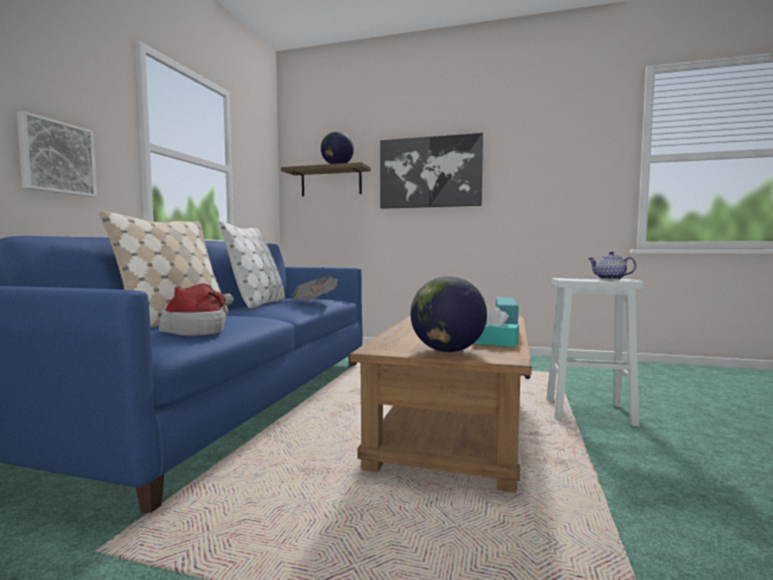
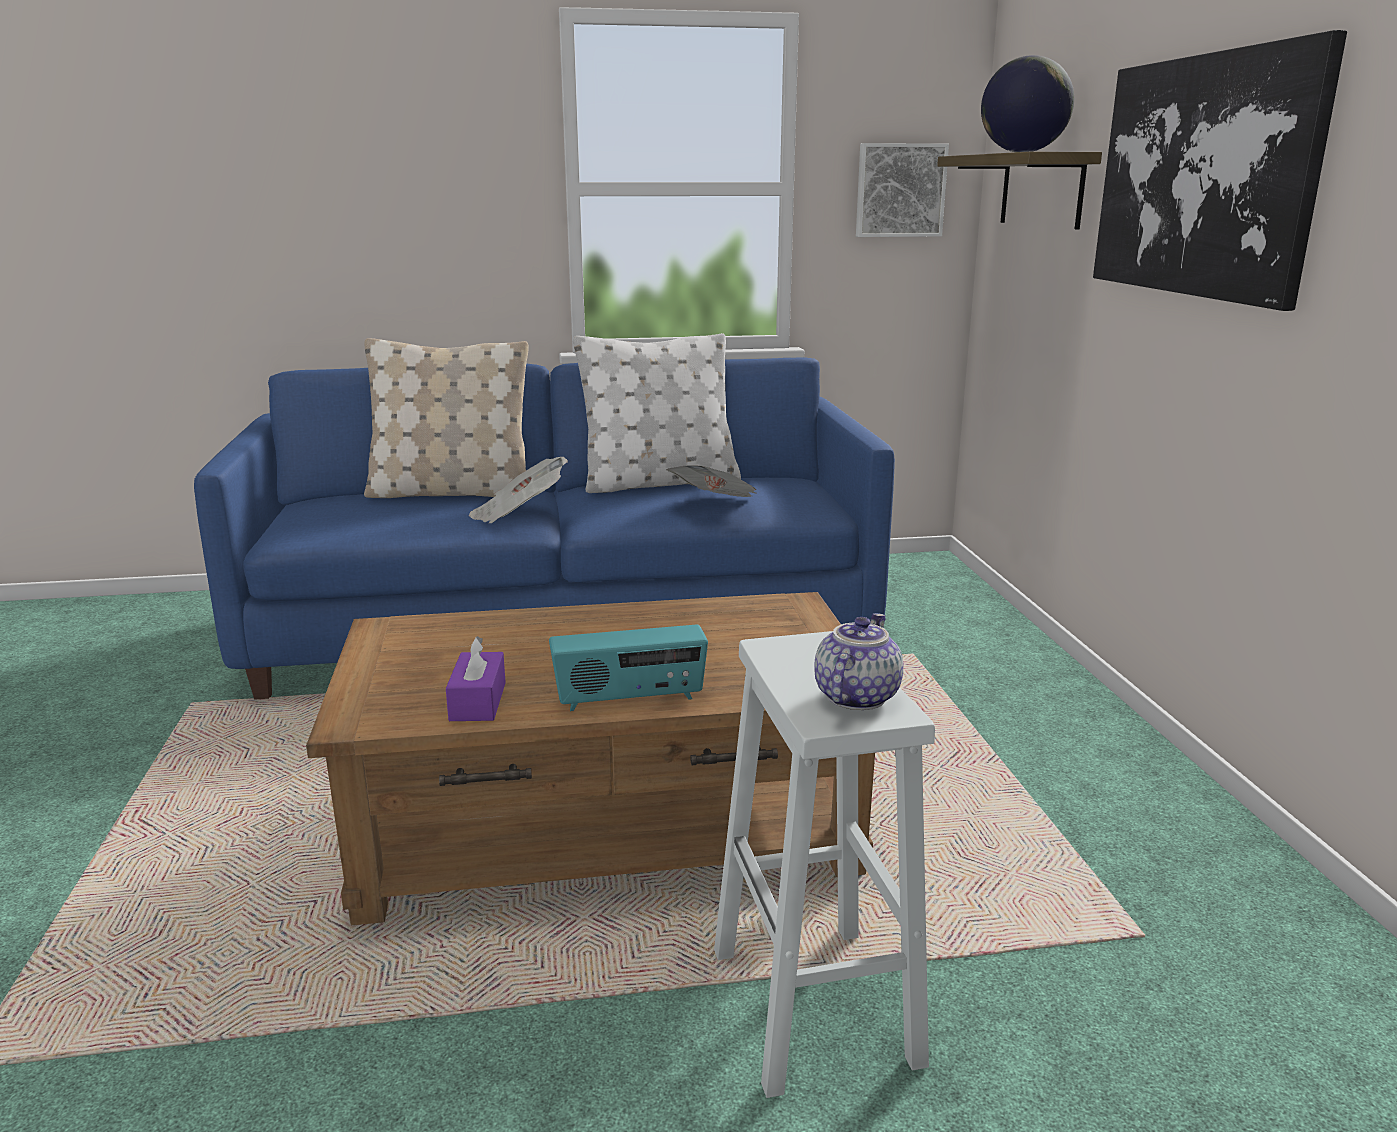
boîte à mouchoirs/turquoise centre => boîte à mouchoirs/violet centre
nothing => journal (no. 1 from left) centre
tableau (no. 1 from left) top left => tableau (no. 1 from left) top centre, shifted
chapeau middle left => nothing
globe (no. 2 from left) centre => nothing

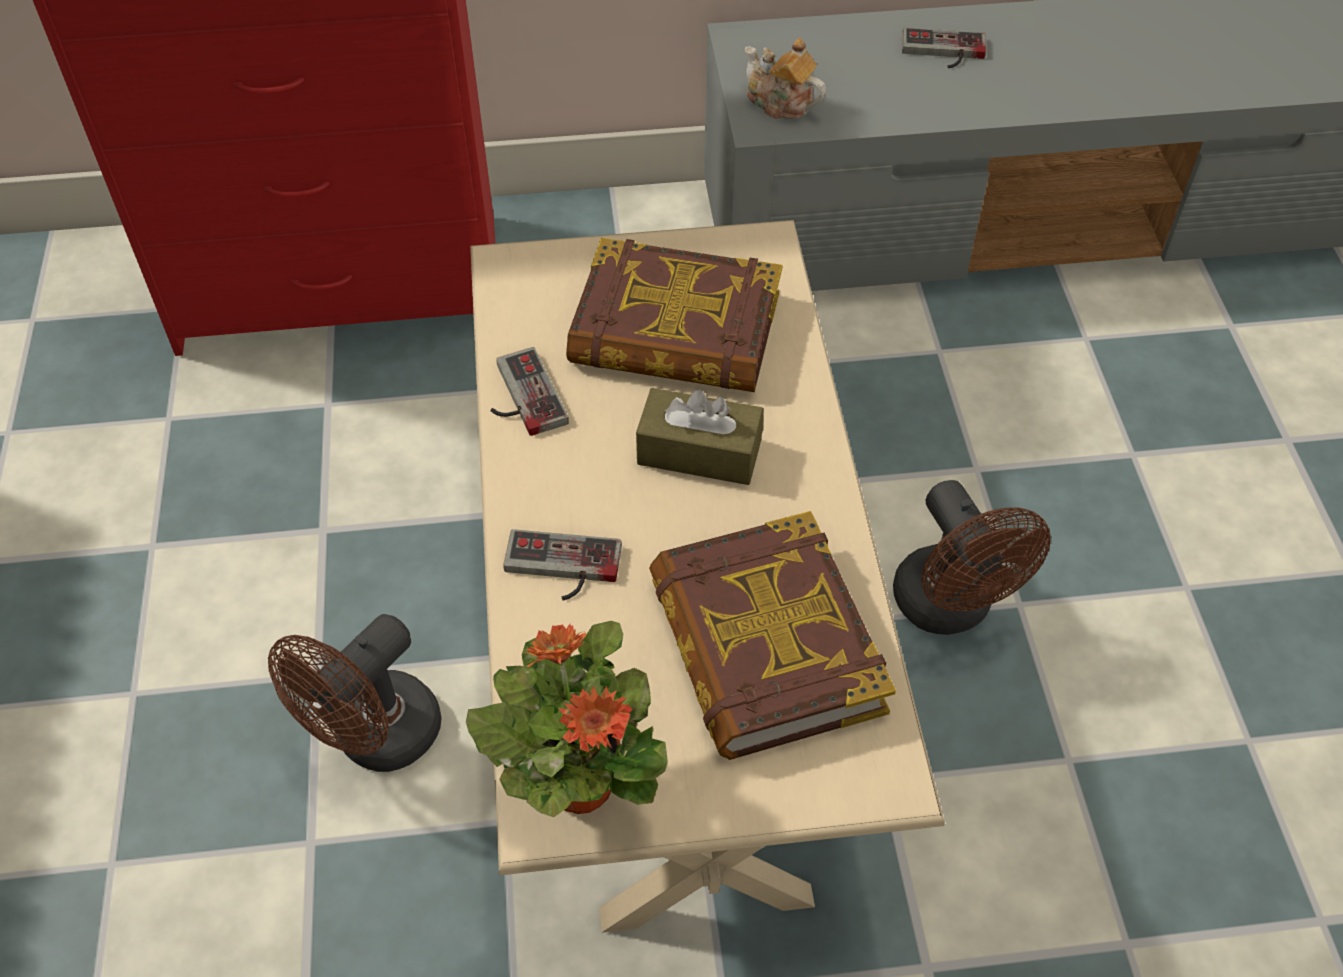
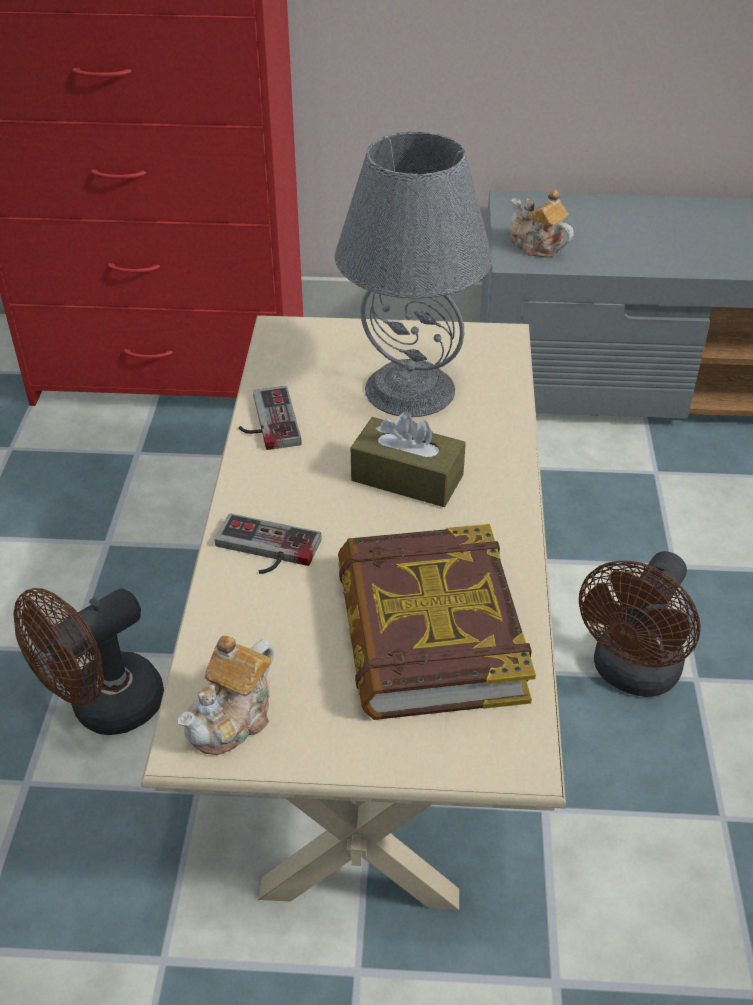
plante en pot bottom centre => théière (no. 1 from left) bottom left
livre (no. 1 from left) top centre => lampe de table/gris top centre
ventilateur/marron (no. 2 from left) middle right, 45 degrees clockwise
manette (no. 3 from left) top right => nothing

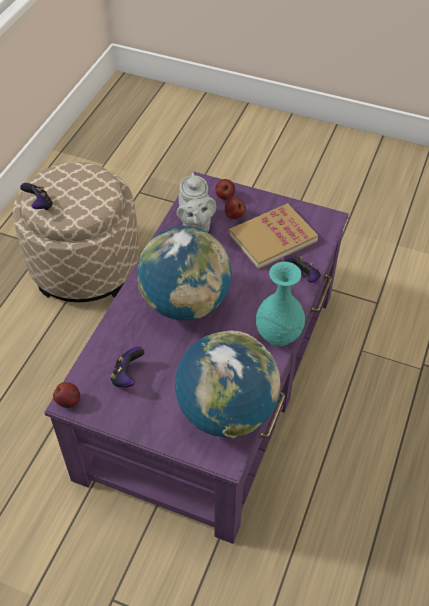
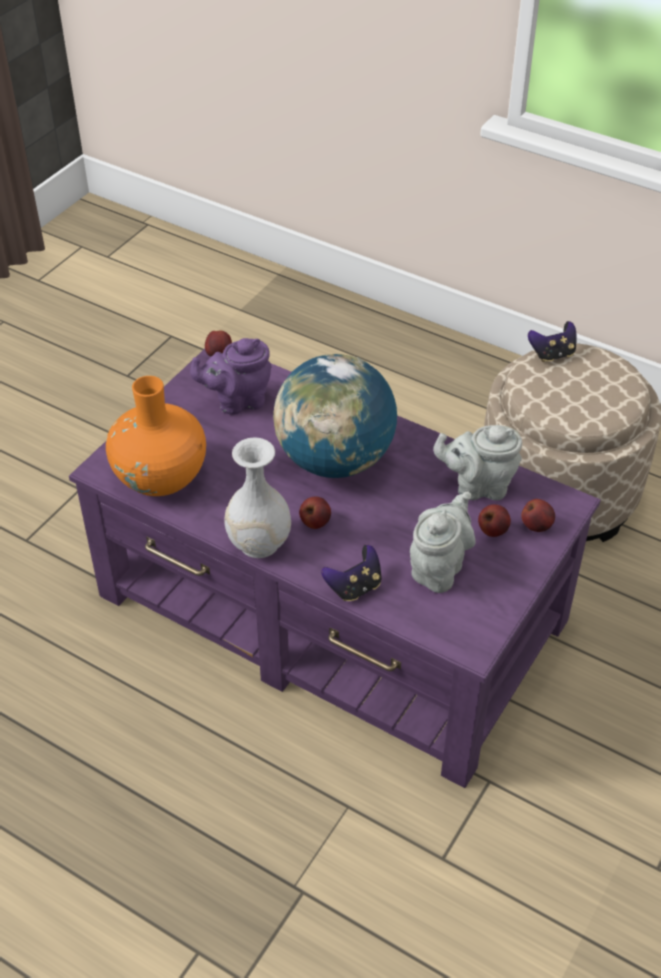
globe (no. 2 from left) centre => vase/orange middle left
manette (no. 2 from left) middle left => théière/violet centre
vase/turquoise centre => vase/blanc centre
nothing => pomme (no. 2 from left) centre
livre centre => théière/gris (no. 1 from left) middle right

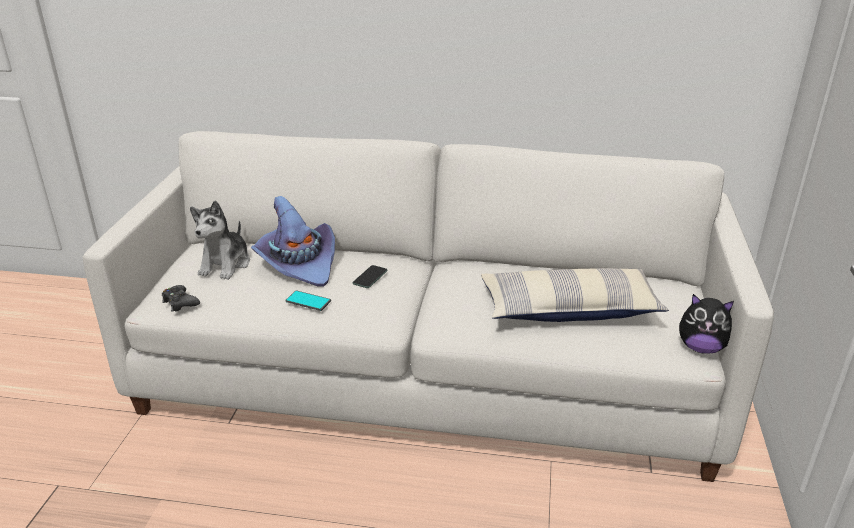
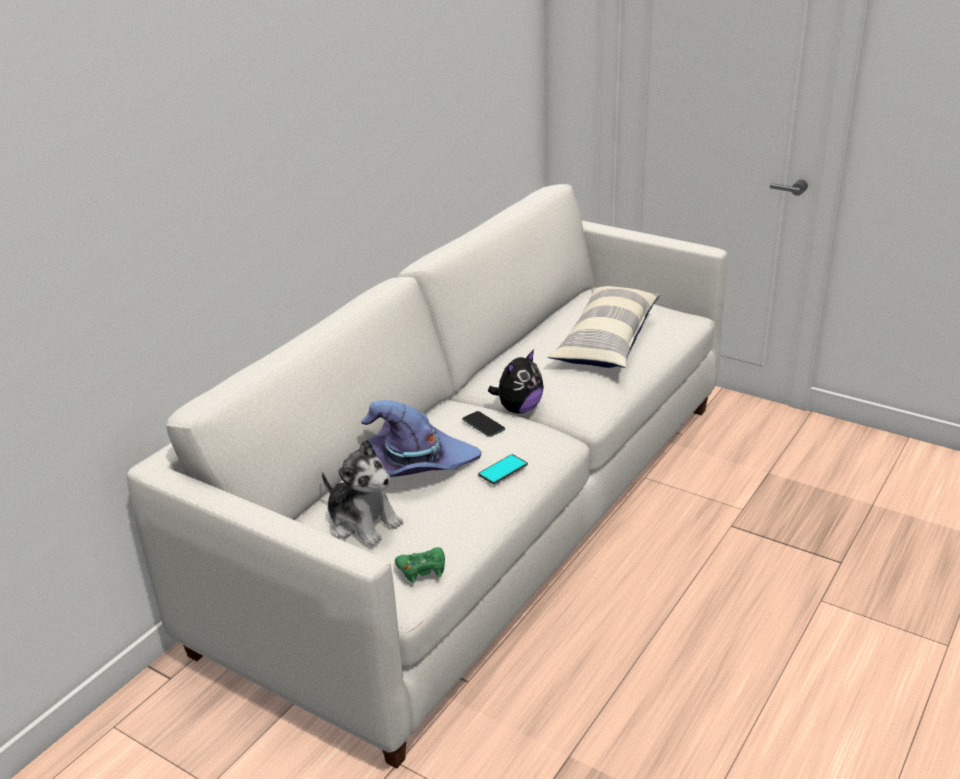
manette/noir middle left => manette/vert bottom centre
peluche (no. 2 from left) middle right => peluche (no. 2 from left) centre, shifted

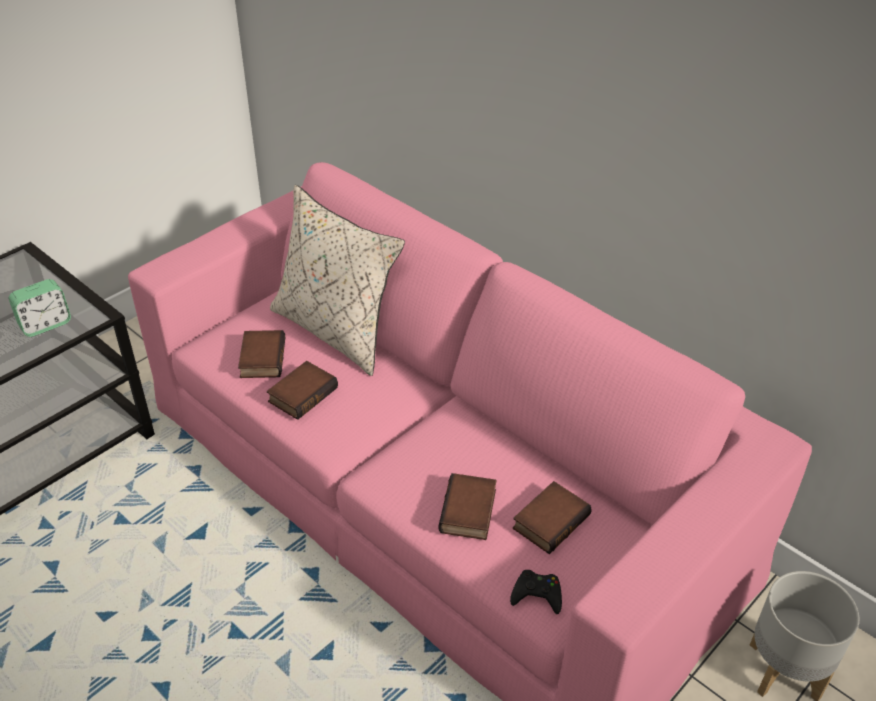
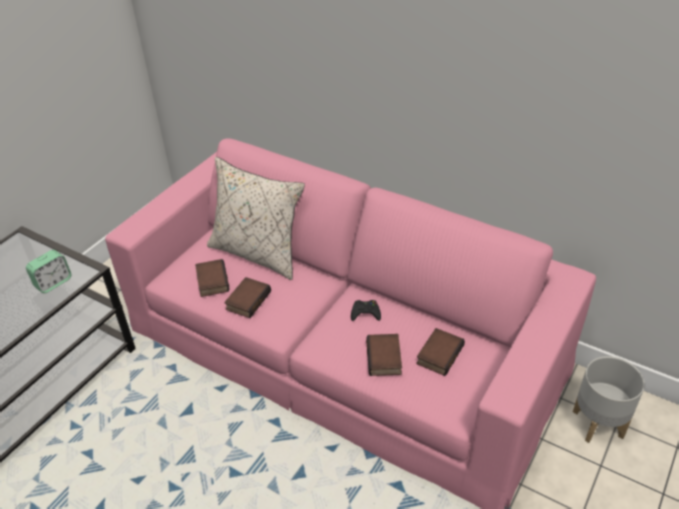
manette/noir bottom centre => manette/noir centre, shifted

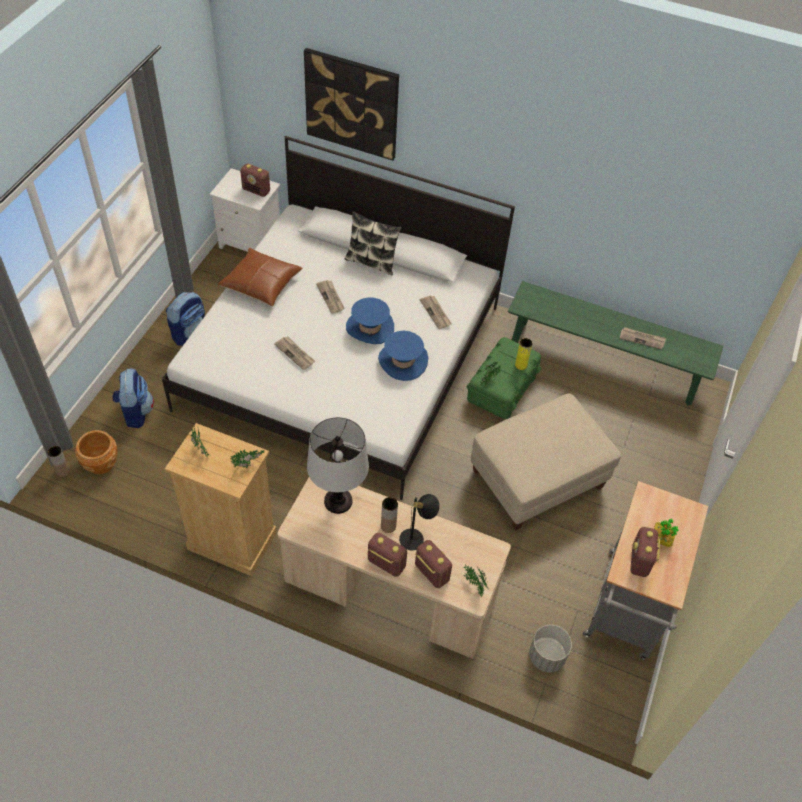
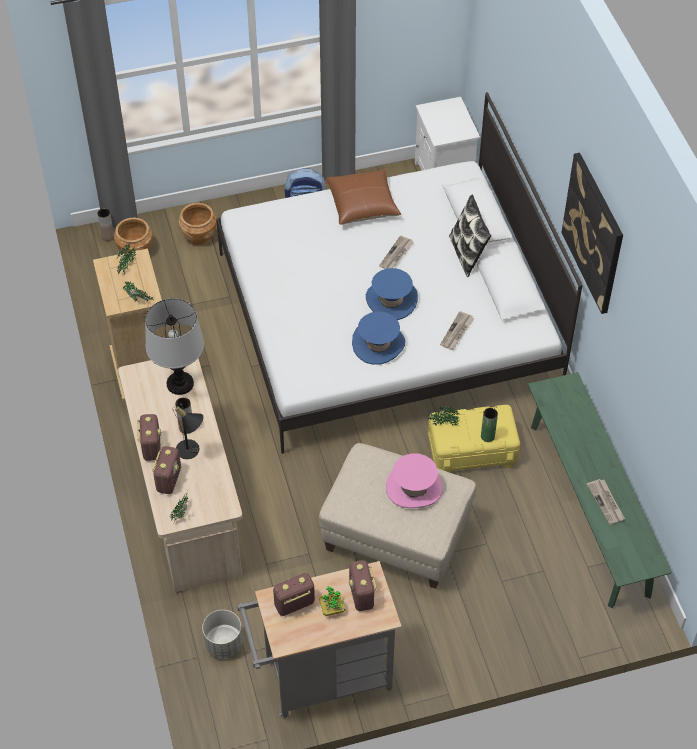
sac à dos (no. 1 from left) middle left => cache-pot/marron (no. 2 from left) top left
radio (no. 1 from left in the first image) top left => radio (no. 4 from left) bottom centre, shifted
nothing => chapeau/rose centre
boîte de rangement/vert centre => boîte de rangement/jaune middle right
vase/jaune centre => vase/vert middle right
tableau top centre => tableau top right, shifted
journal (no. 1 from left) centre => nothing

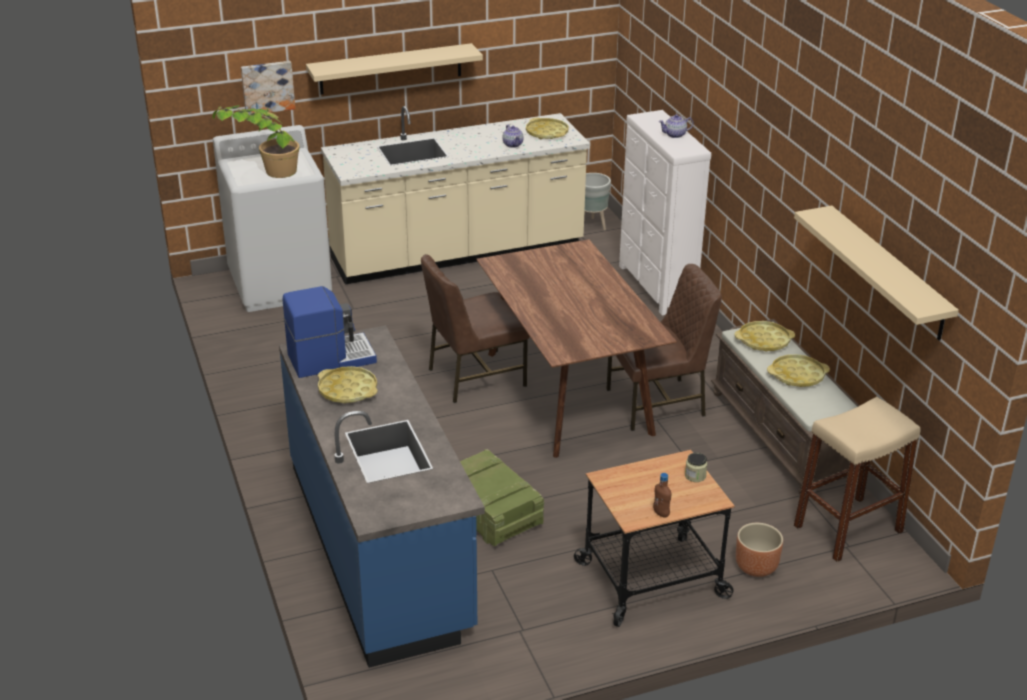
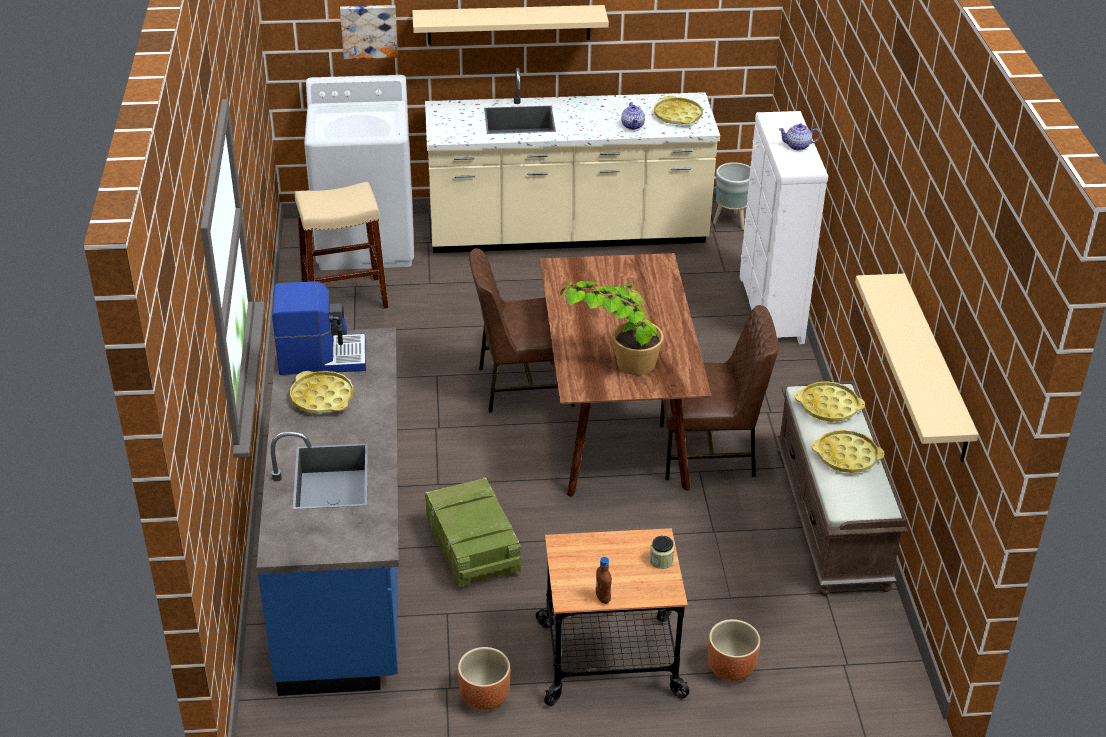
tabouret/beige bottom right => tabouret/beige top left, shifted
nothing => cache-pot/marron (no. 1 from left) bottom centre
plante en pot top left => plante en pot centre, shifted

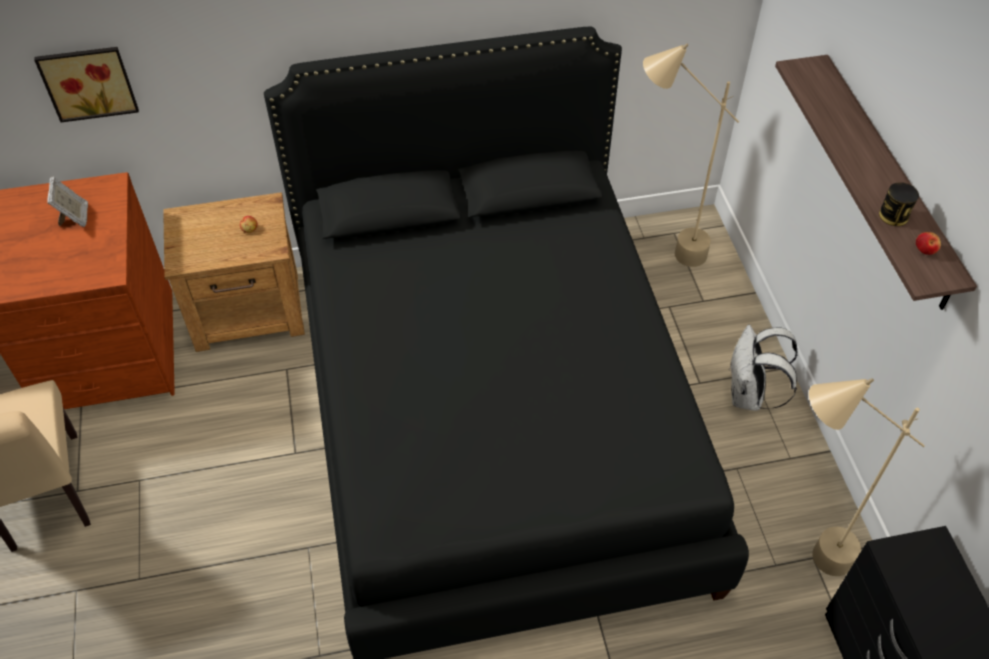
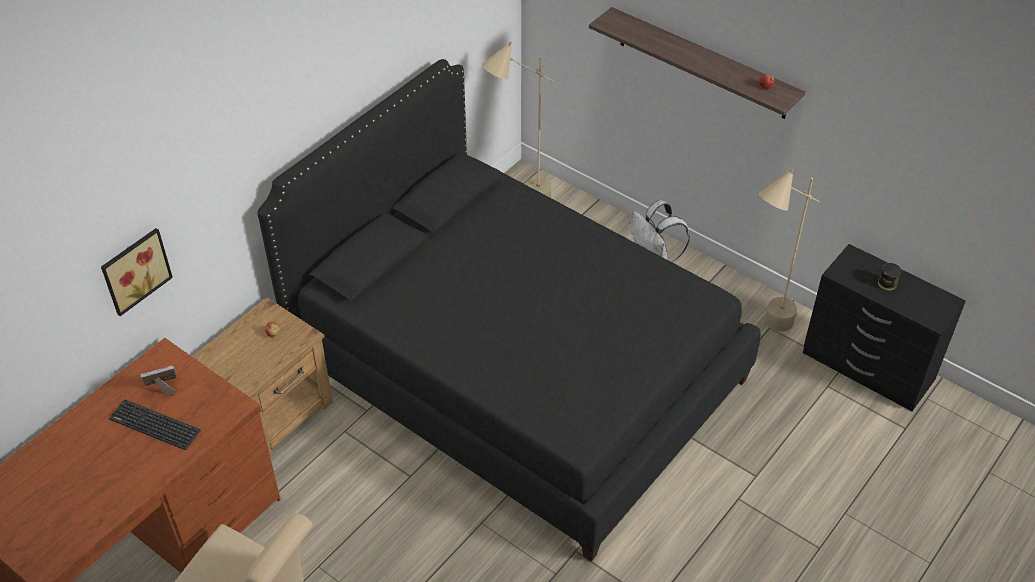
nothing => clavier bottom left
cadre photo top left => cadre photo middle left, 60 degrees counterclockwise
boîte métallique top right => boîte métallique middle right, shifted

